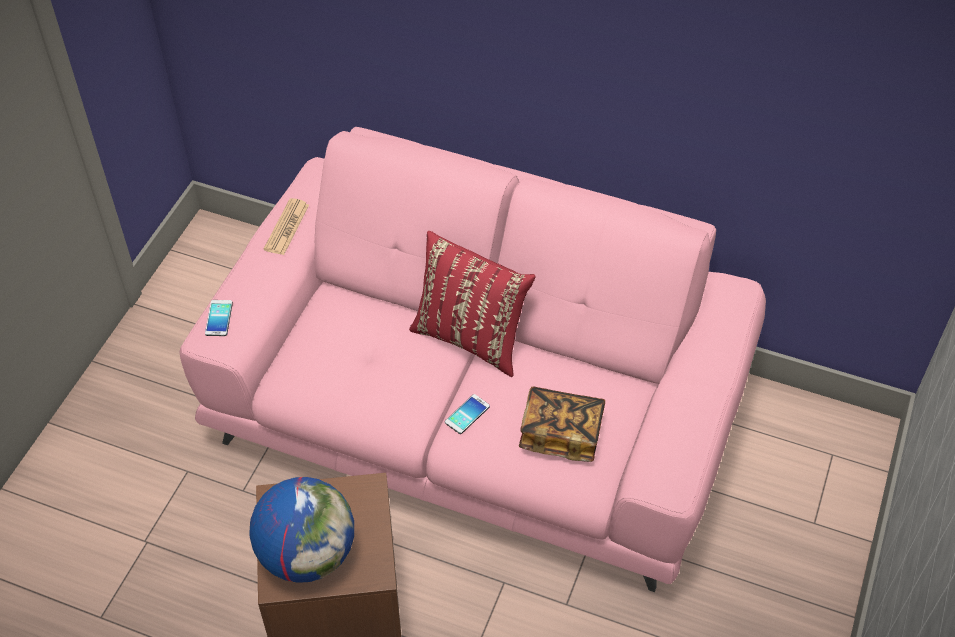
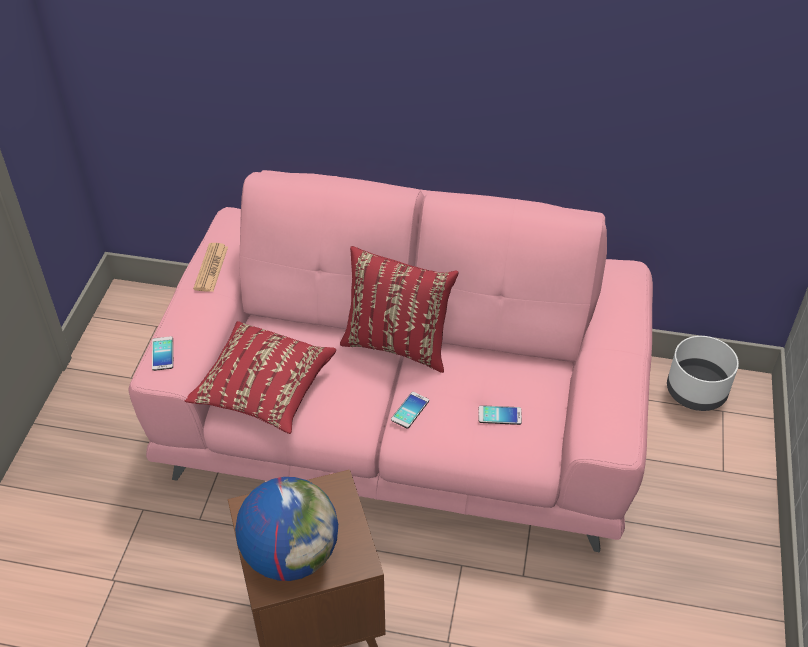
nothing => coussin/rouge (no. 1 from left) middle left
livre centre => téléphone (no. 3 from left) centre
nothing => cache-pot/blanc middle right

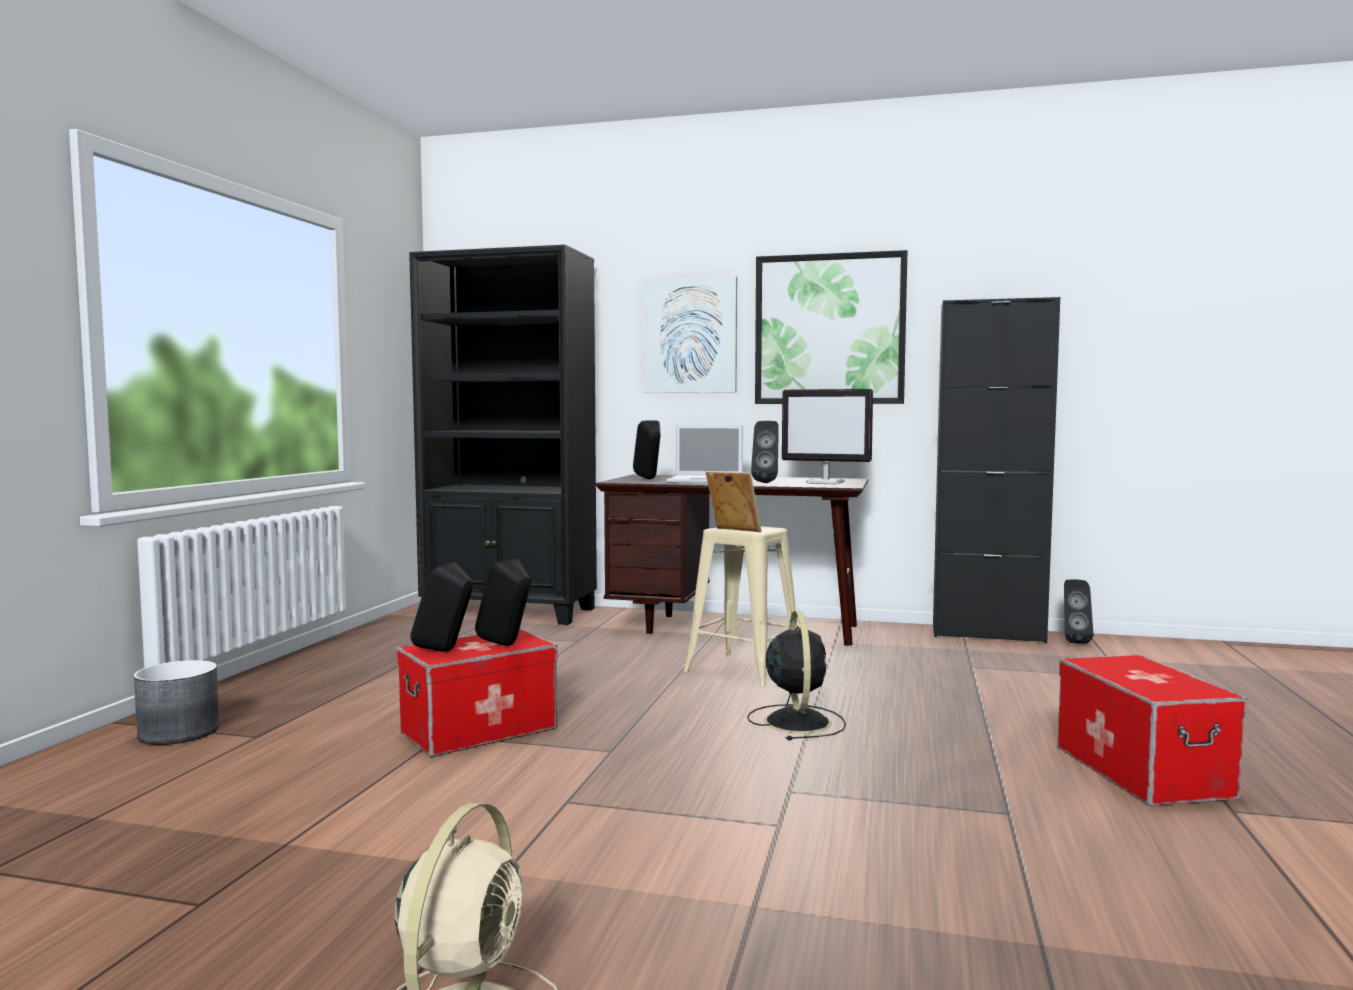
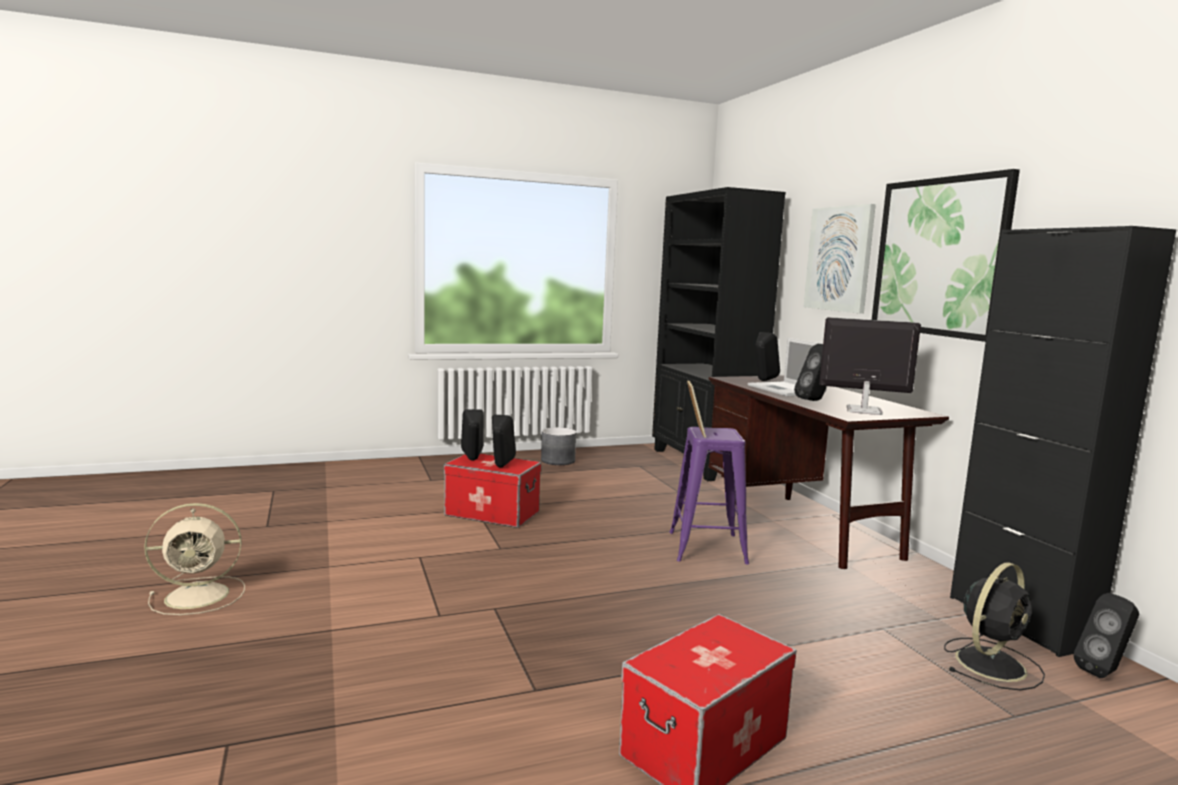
cache-pot/gris bottom left => cache-pot/gris centre, shifted
tabouret/beige centre => tabouret/violet centre
écran d'ordinateur centre => écran d'ordinateur middle right, 120 degrees clockwise
ventilateur/noir bottom centre => ventilateur/noir bottom right, shifted

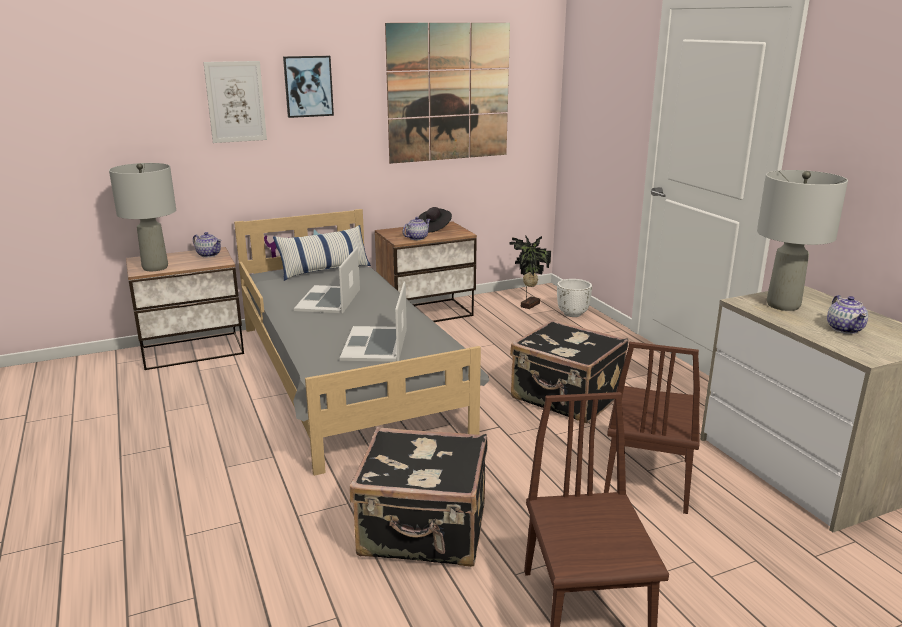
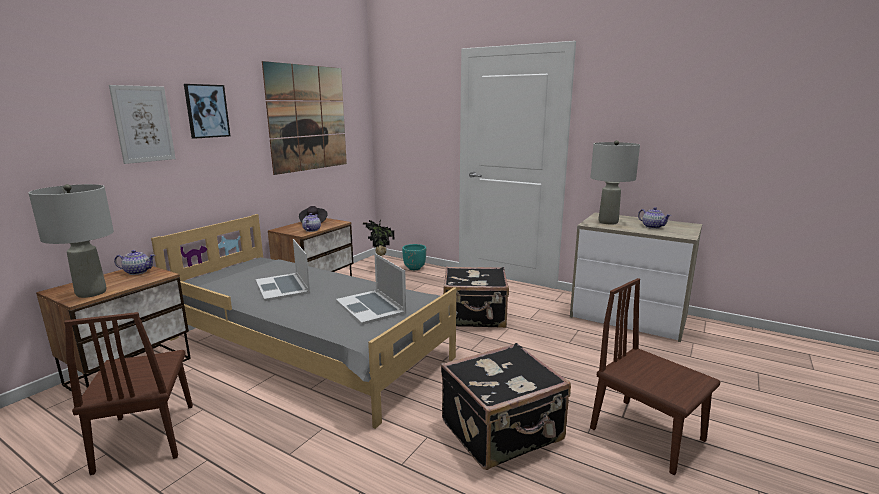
chaise/marron (no. 2 from left in the first image) bottom right => chaise/marron (no. 1 from left) bottom left, shifted
cache-pot/blanc centre => cache-pot/turquoise centre
coussin centre => nothing

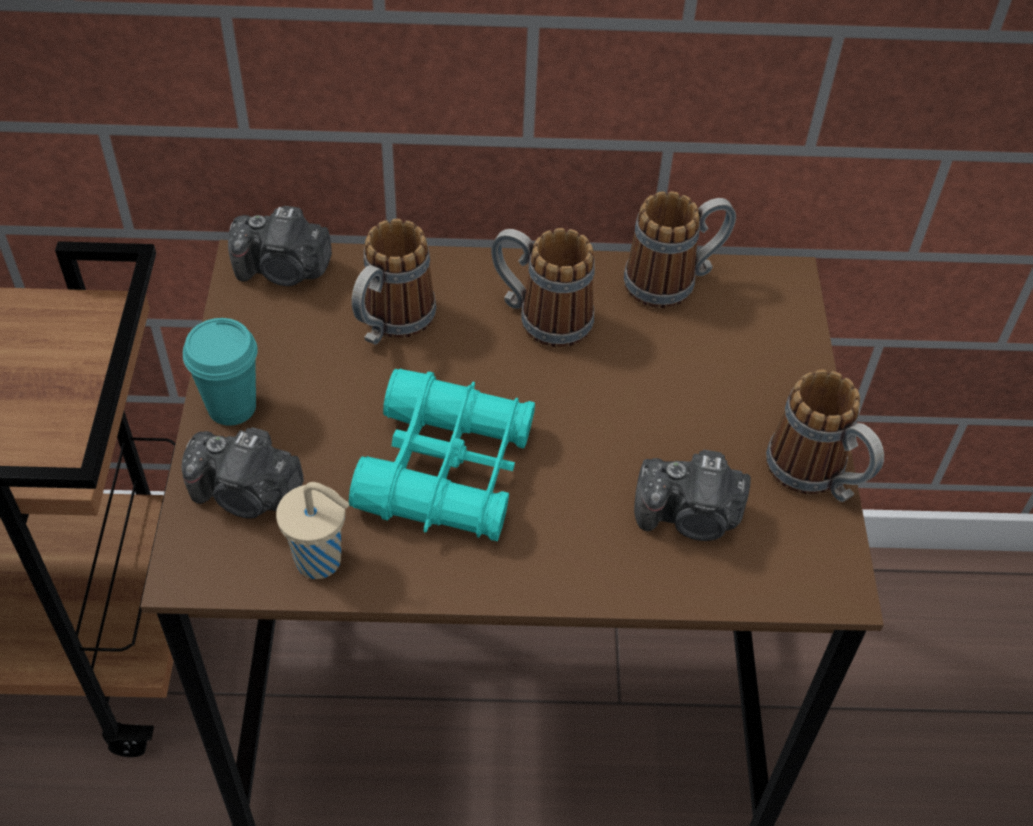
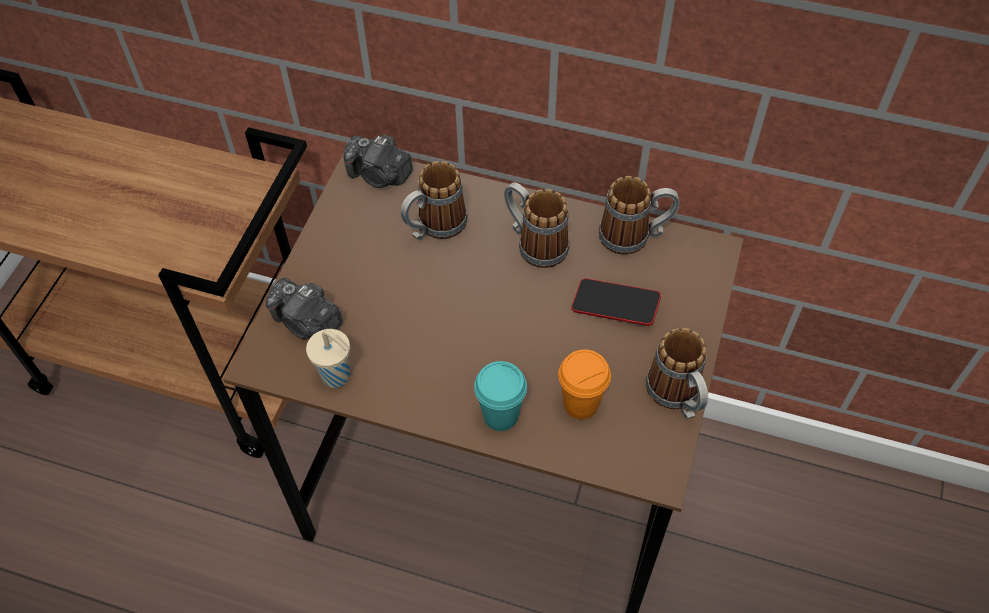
tasse/turquoise middle left => tasse/turquoise centre, shifted
appareil photo (no. 3 from left) middle right => tasse/orange centre
nothing => téléphone centre
jumelles/turquoise centre => nothing

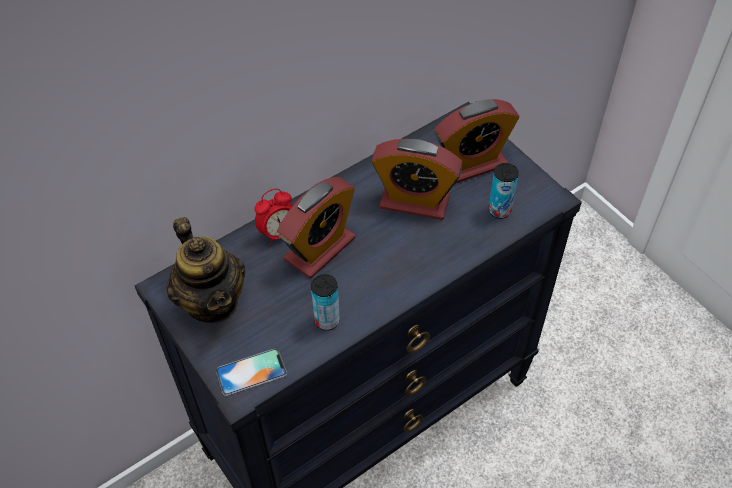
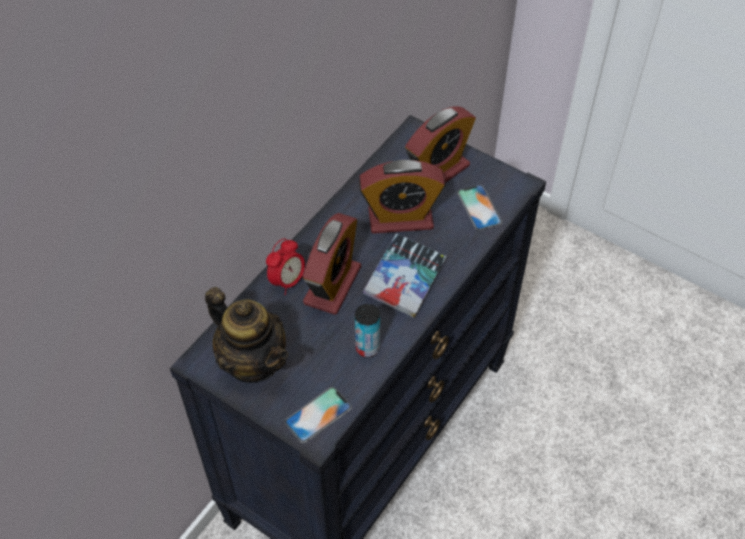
nothing => livre centre
boîte métallique (no. 2 from left) middle right => téléphone (no. 2 from left) centre

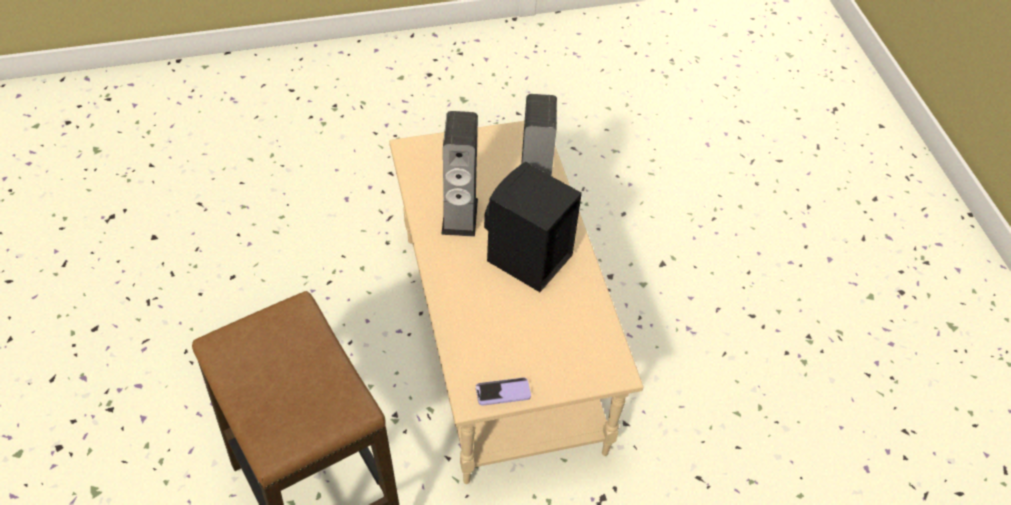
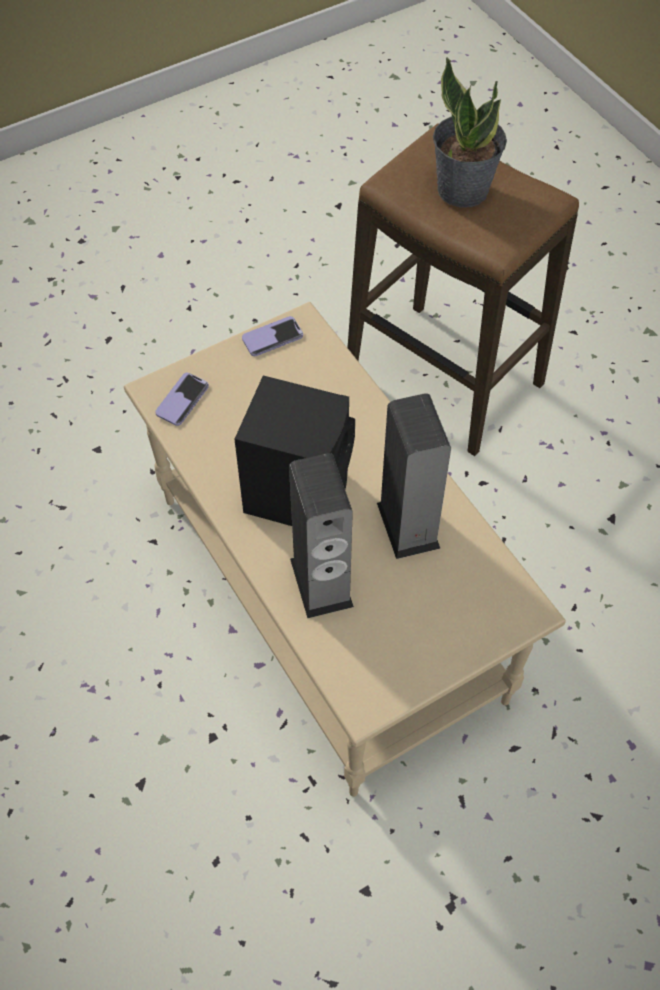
nothing => téléphone (no. 1 from left) middle left
nothing => plante en pot top right

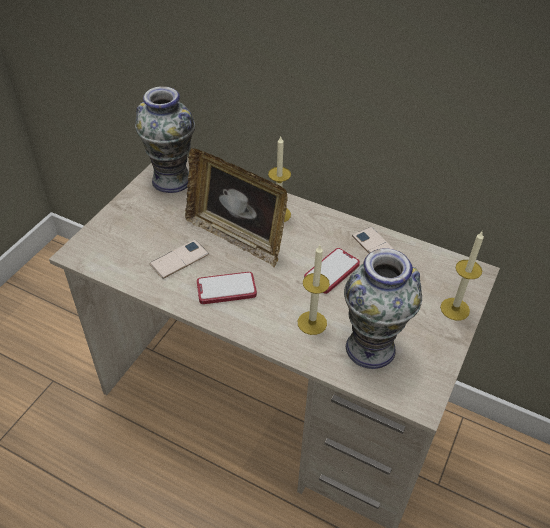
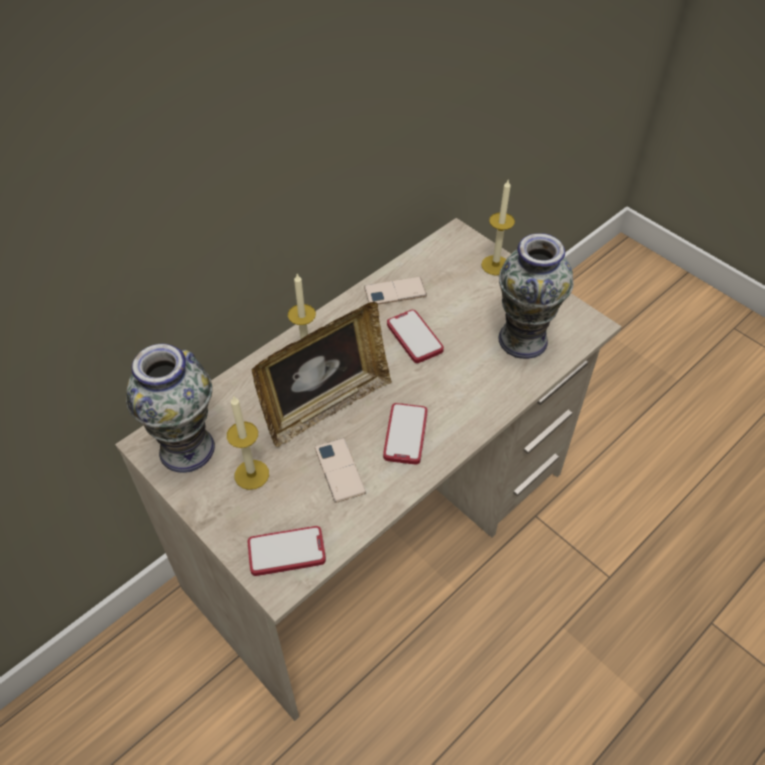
bougie (no. 2 from left in the first image) centre => bougie (no. 1 from left) middle left, shifted
nothing => téléphone (no. 1 from left) bottom centre

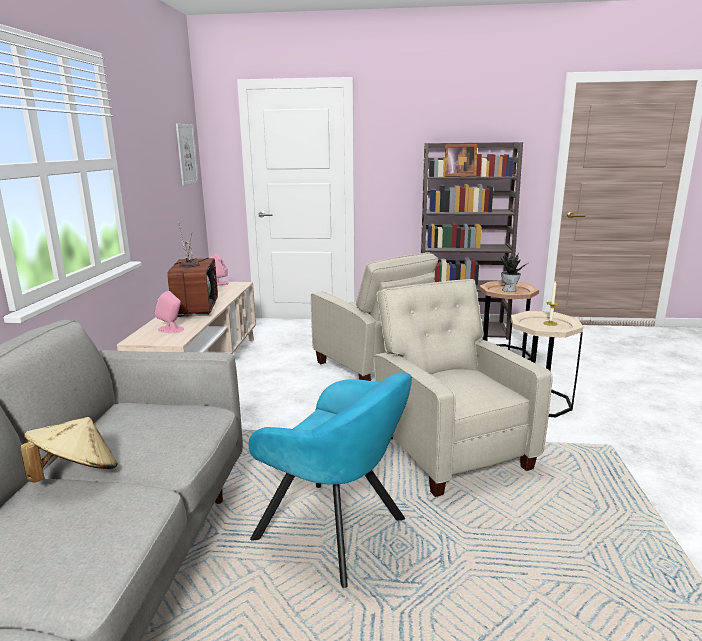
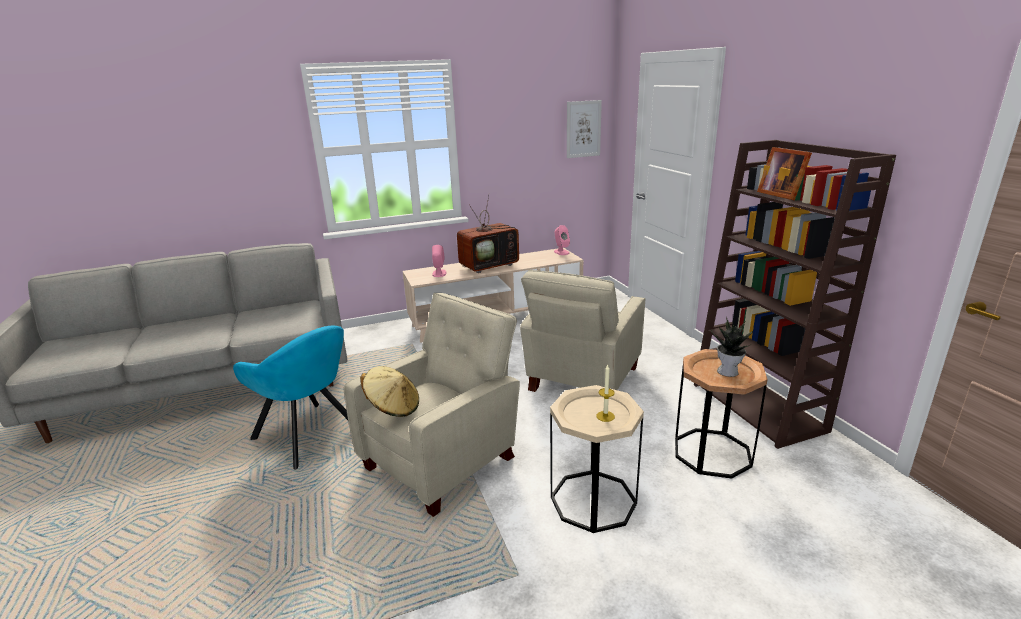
fauteuil/turquoise bottom centre => fauteuil/turquoise middle left, 60 degrees counterclockwise
chapeau/beige bottom left => chapeau/beige centre, shifted

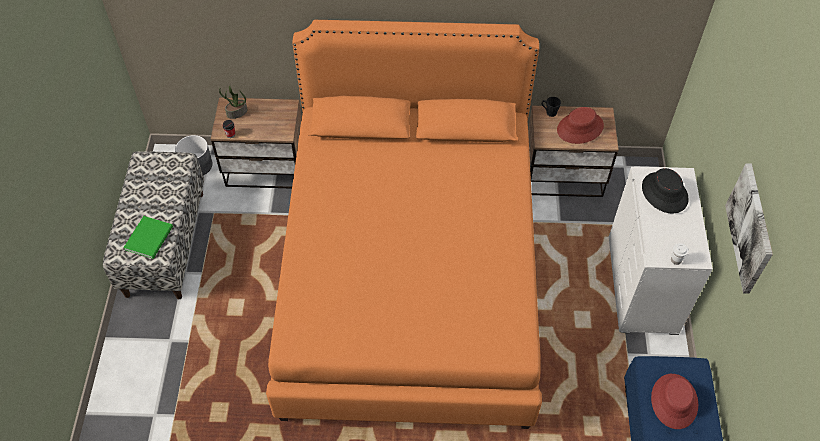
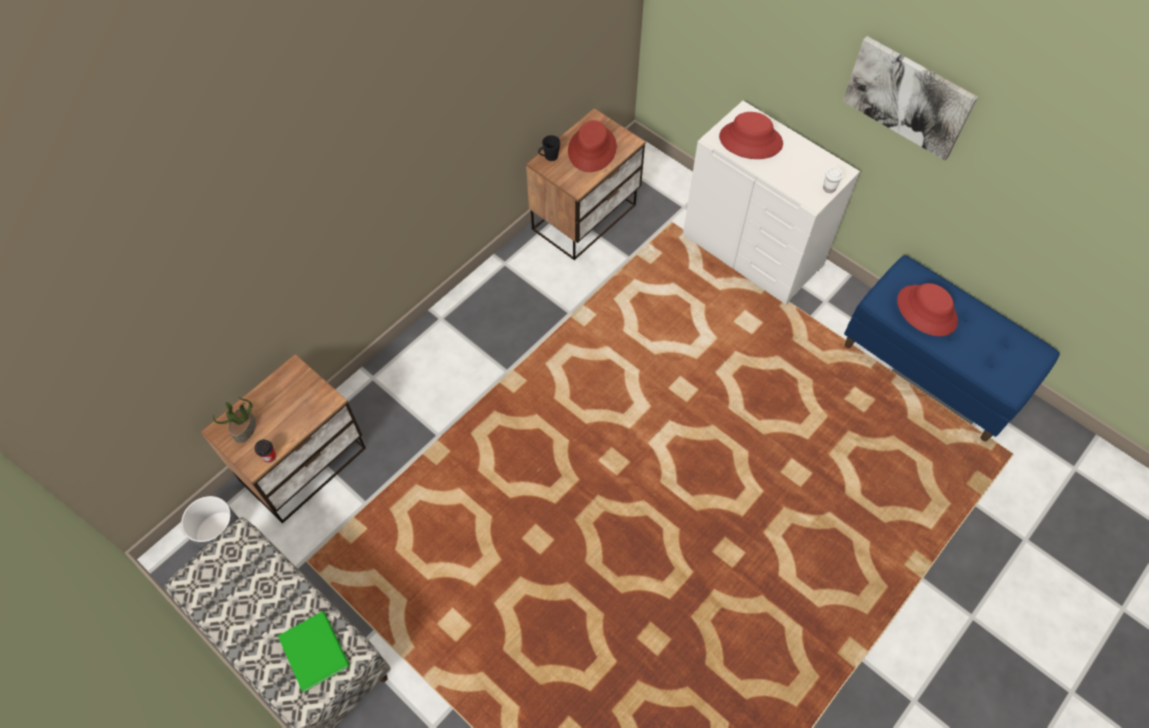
chapeau/noir middle right => chapeau/rouge (no. 2 from left) top centre
lit/orange centre => nothing

